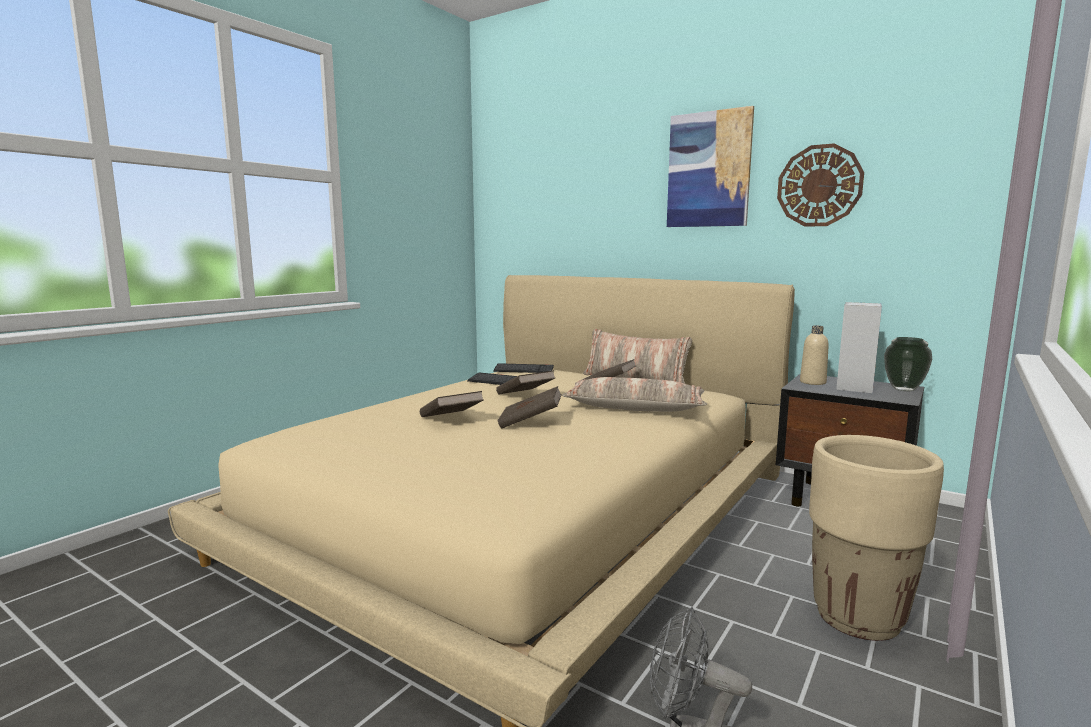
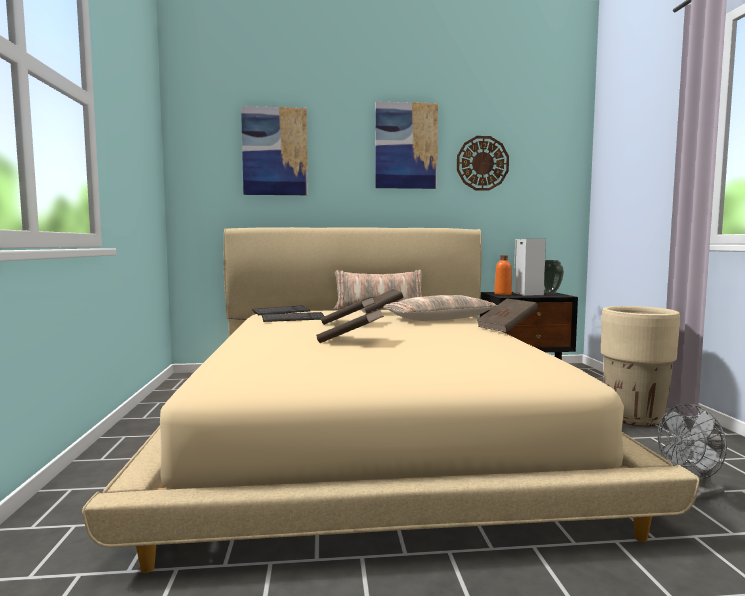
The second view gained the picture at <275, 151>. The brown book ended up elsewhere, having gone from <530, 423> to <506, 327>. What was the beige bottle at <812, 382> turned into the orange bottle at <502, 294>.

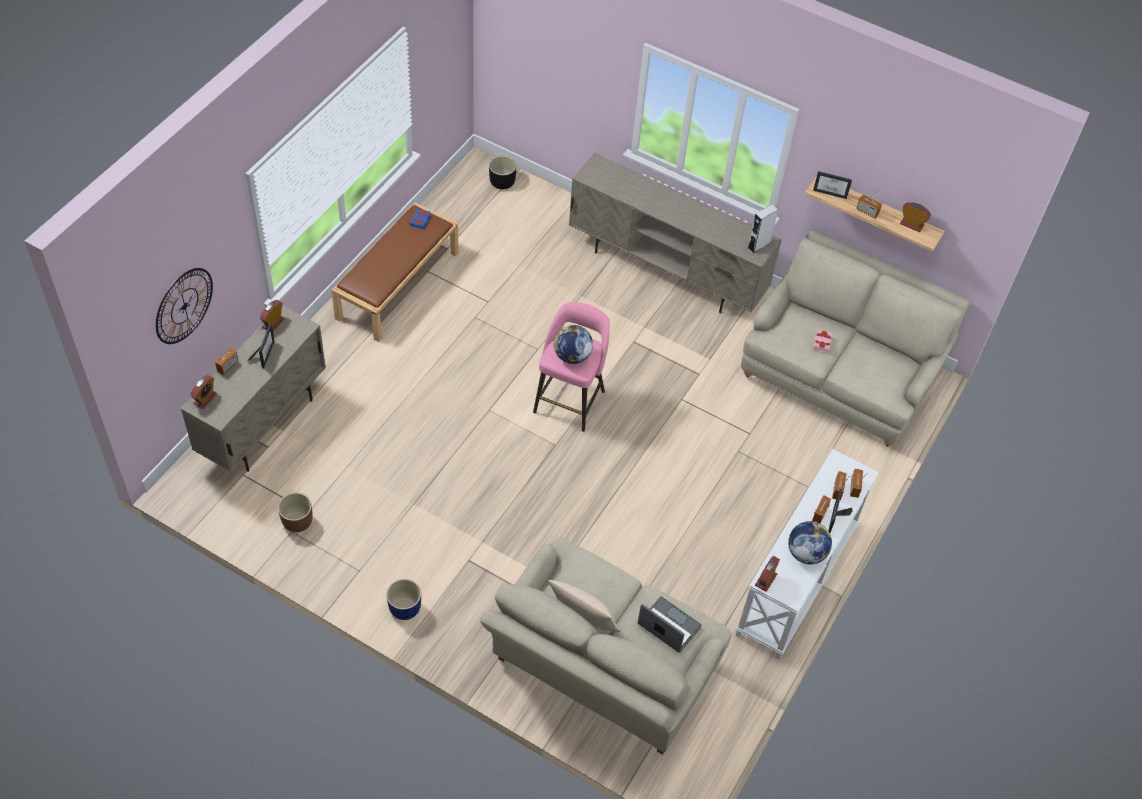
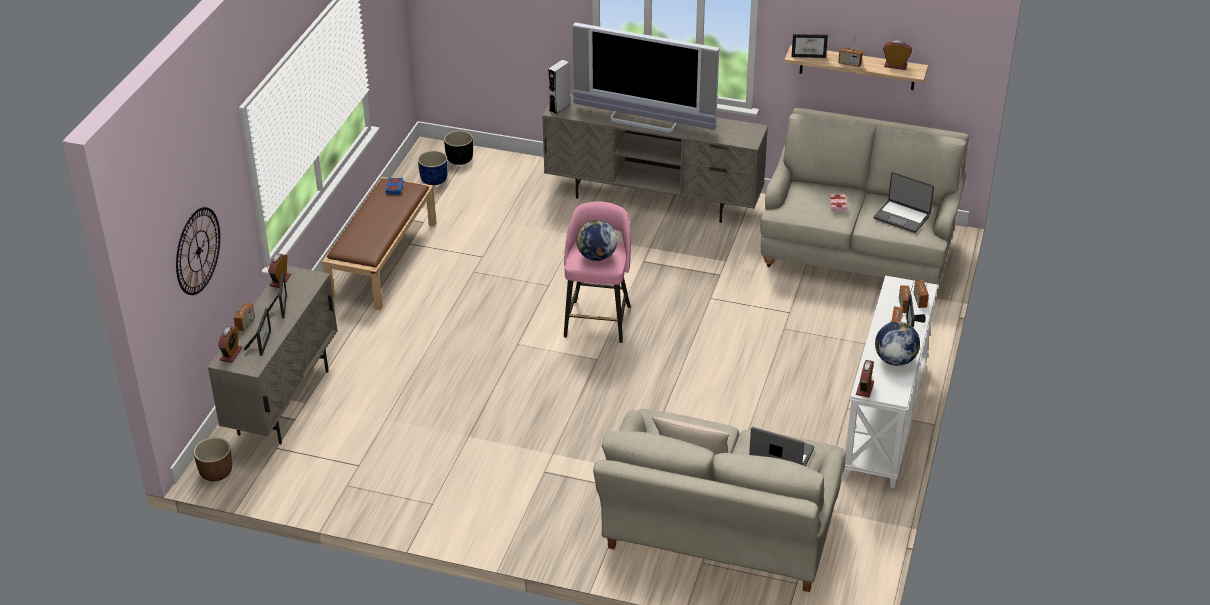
The second view gained the picture frame at <261, 342>. The second view gained the television at <645, 120>. The second view gained the laptop at <902, 217>. The brown planter ended up elsewhere, having gone from <297, 521> to <215, 472>. The blue planter ended up elsewhere, having gone from <404, 608> to <433, 180>. The grey speaker ended up elsewhere, having gone from <759, 245> to <559, 107>.

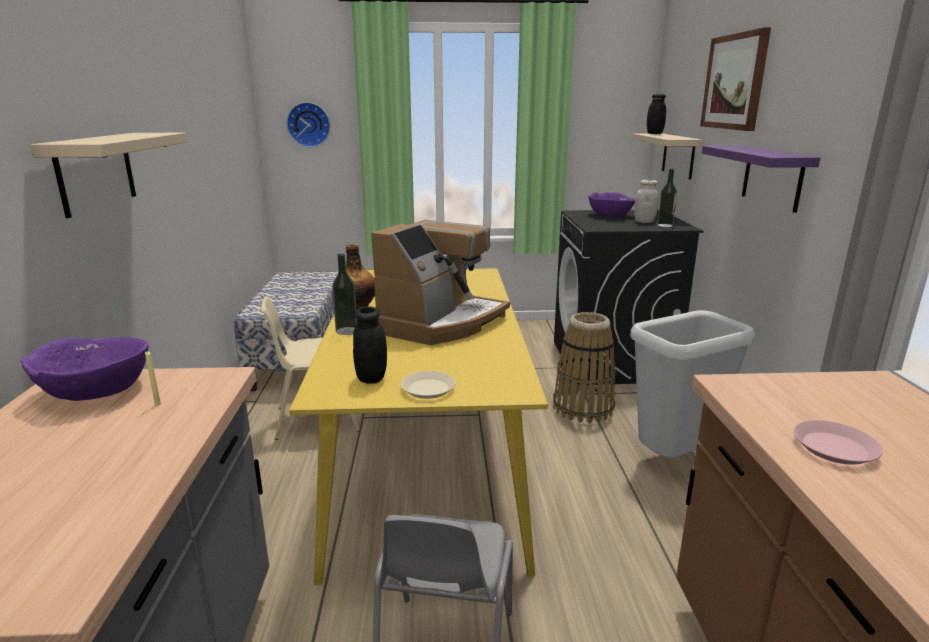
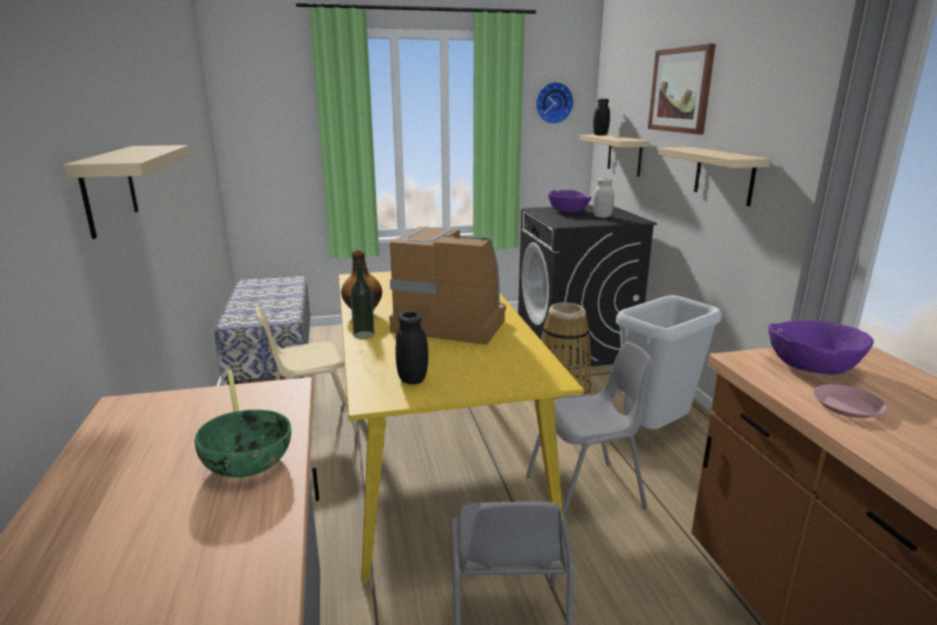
The second view lost the beige plate at <428, 389>. The second view lost the bottle at <665, 225>. The second view gained the green bowl at <249, 463>. The second view gained the grey chair at <586, 492>. The purple bowl ended up elsewhere, having gone from <96, 390> to <811, 366>. The wall clock ended up elsewhere, having gone from <309, 124> to <553, 103>. What was the purple shelf at <772, 177> turned into the beige shelf at <724, 175>. The coffee machine at <440, 323> ended up facing another way, 90 degrees counterclockwise from before.

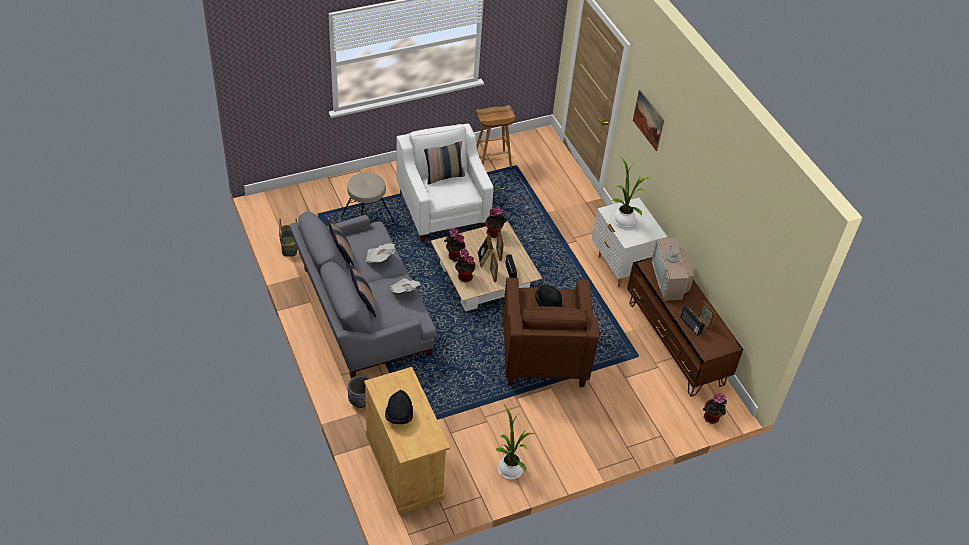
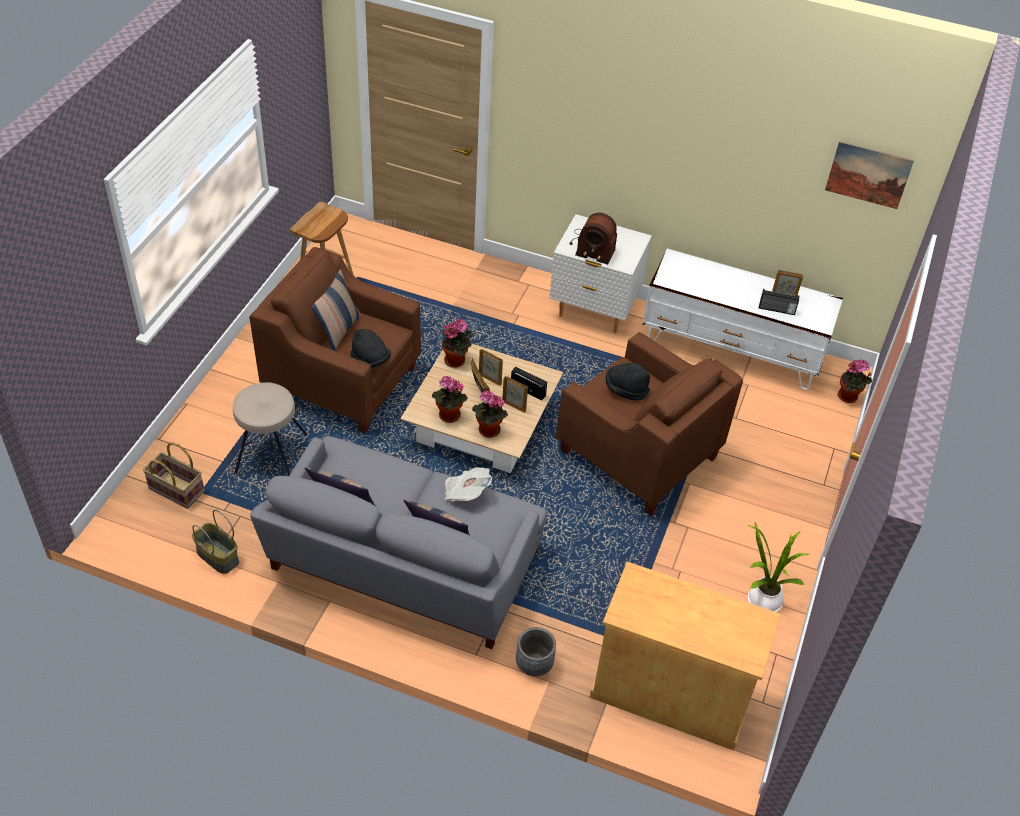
The second view lost the newspaper at <379, 258>. The second view lost the television at <670, 280>. The second view gained the basket at <175, 490>. The black hat ended up elsewhere, having gone from <399, 415> to <370, 360>. The picture ended up elsewhere, having gone from <648, 120> to <868, 175>. Where the potted plant stood at <623, 219>, the radio came to stand at <592, 246>. What was the white armchair at <442, 210> turned into the brown armchair at <342, 381>. What was the brown tv stand at <675, 343> turned into the white tv stand at <732, 350>.

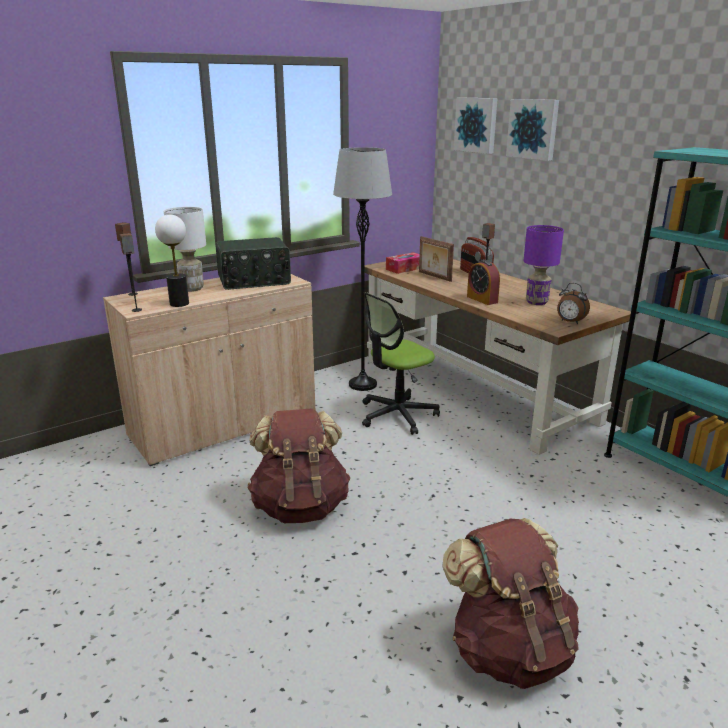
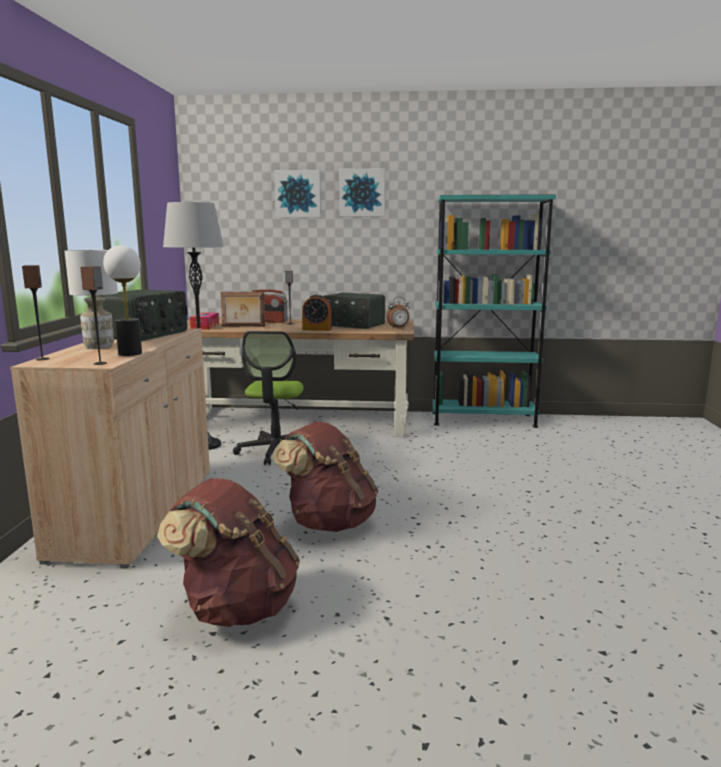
The brown backpack ended up elsewhere, having gone from <509, 650> to <236, 607>. The picture ended up elsewhere, having gone from <476, 125> to <362, 192>. Where the purple table lamp stood at <537, 302>, the radio came to stand at <353, 325>.

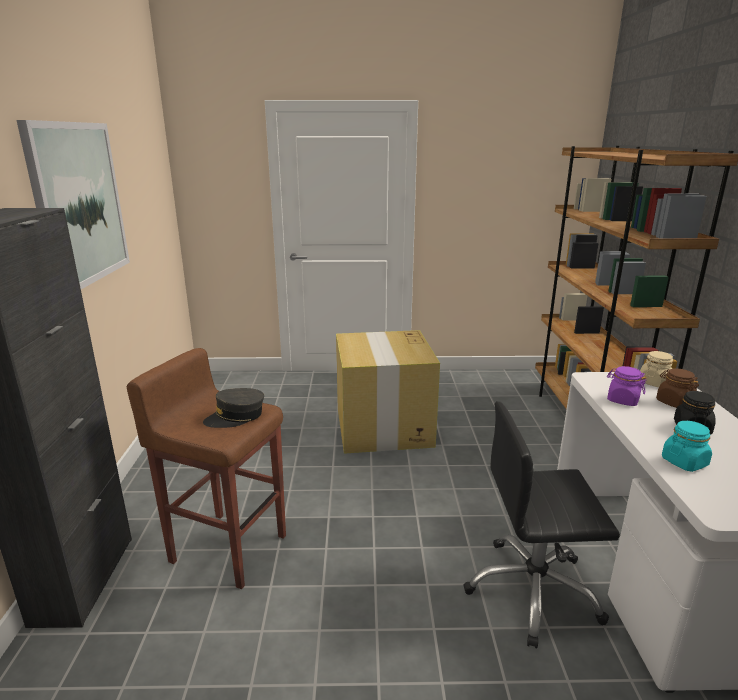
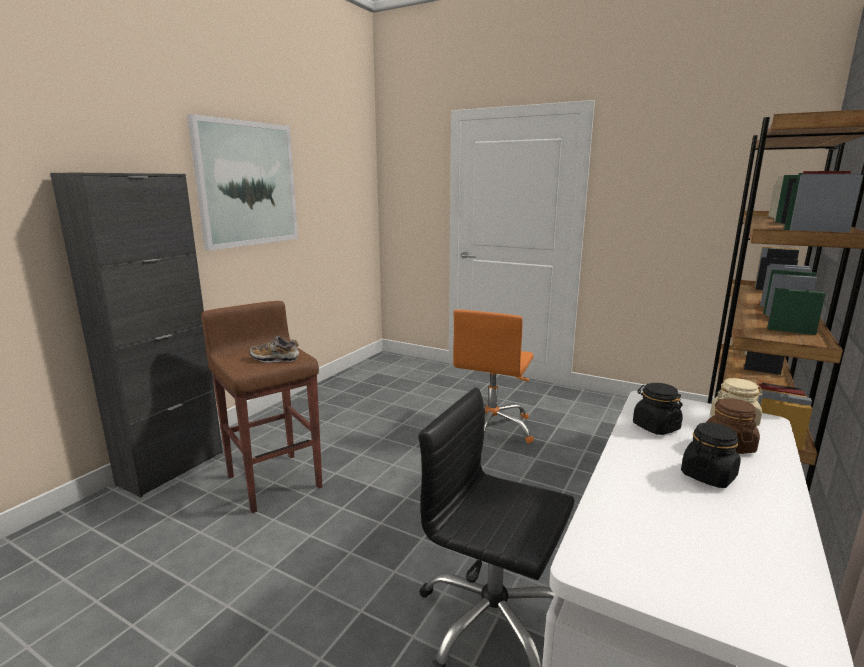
The second view lost the turquoise jar at <684, 462>. Where the grey cap stood at <236, 417>, the shoe came to stand at <274, 359>. Where the cardboard box stood at <383, 428>, the orange office chair came to stand at <491, 428>. What was the purple jar at <622, 400> turned into the black jar at <655, 427>.

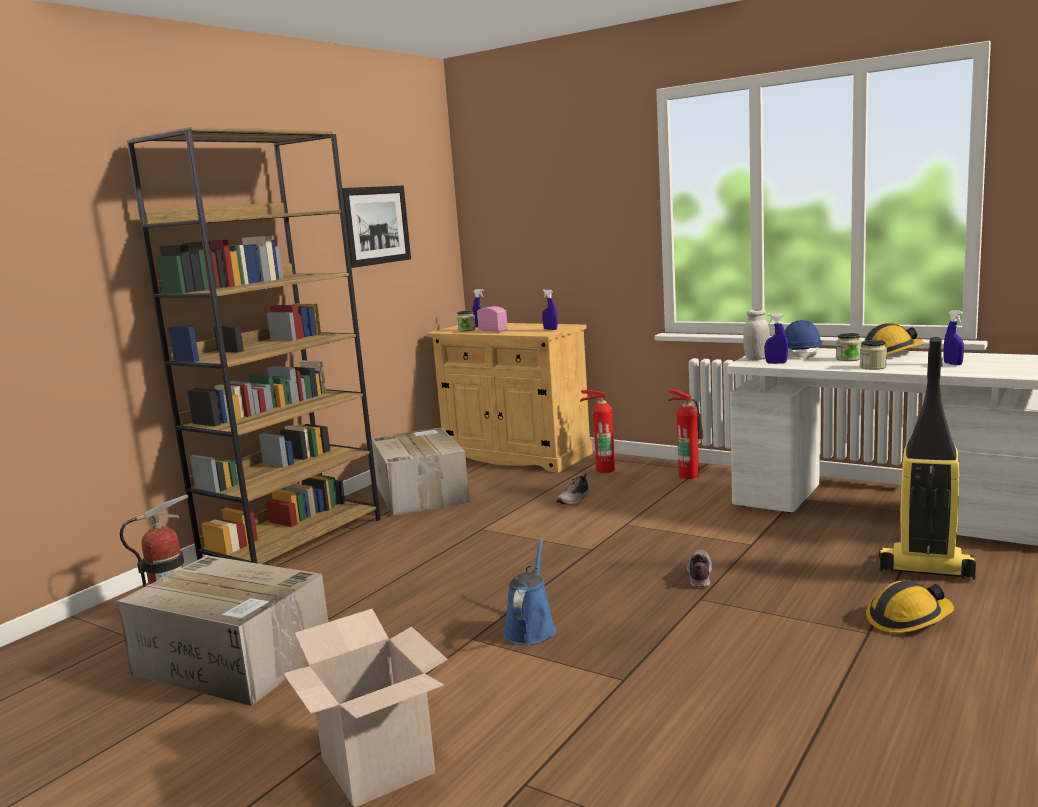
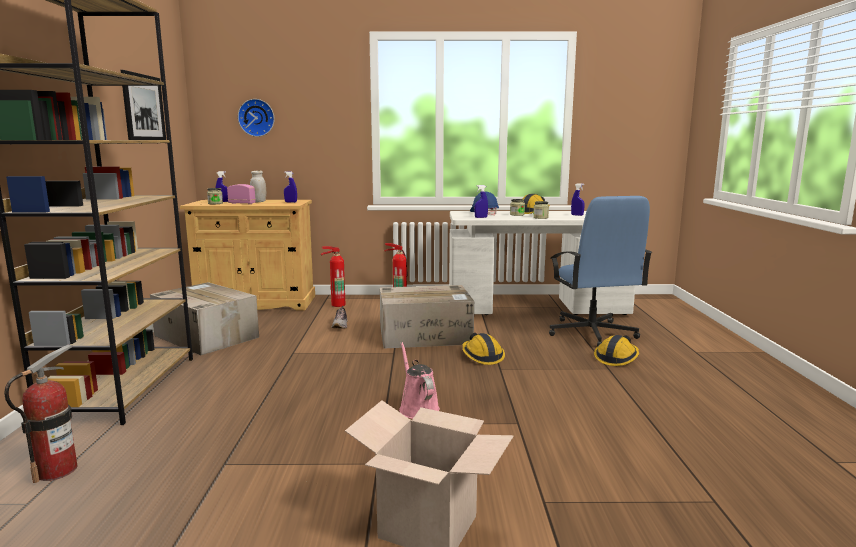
The second view gained the wall clock at <257, 118>. The cardboard box ended up elsewhere, having gone from <235, 660> to <426, 335>. The white jar ended up elsewhere, having gone from <756, 359> to <259, 202>. Where the shoe stood at <699, 575>, the hard hat came to stand at <482, 356>. Where the vacuum cleaner stood at <924, 569>, the blue office chair came to stand at <591, 333>. What was the blue watering can at <530, 629> turned into the pink watering can at <417, 408>.

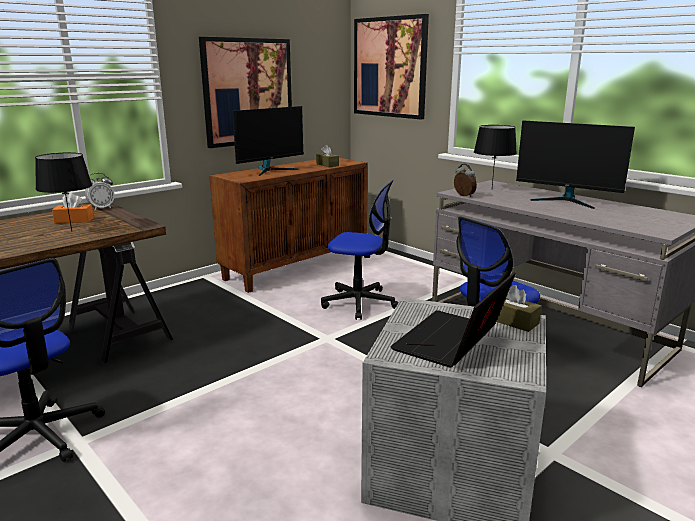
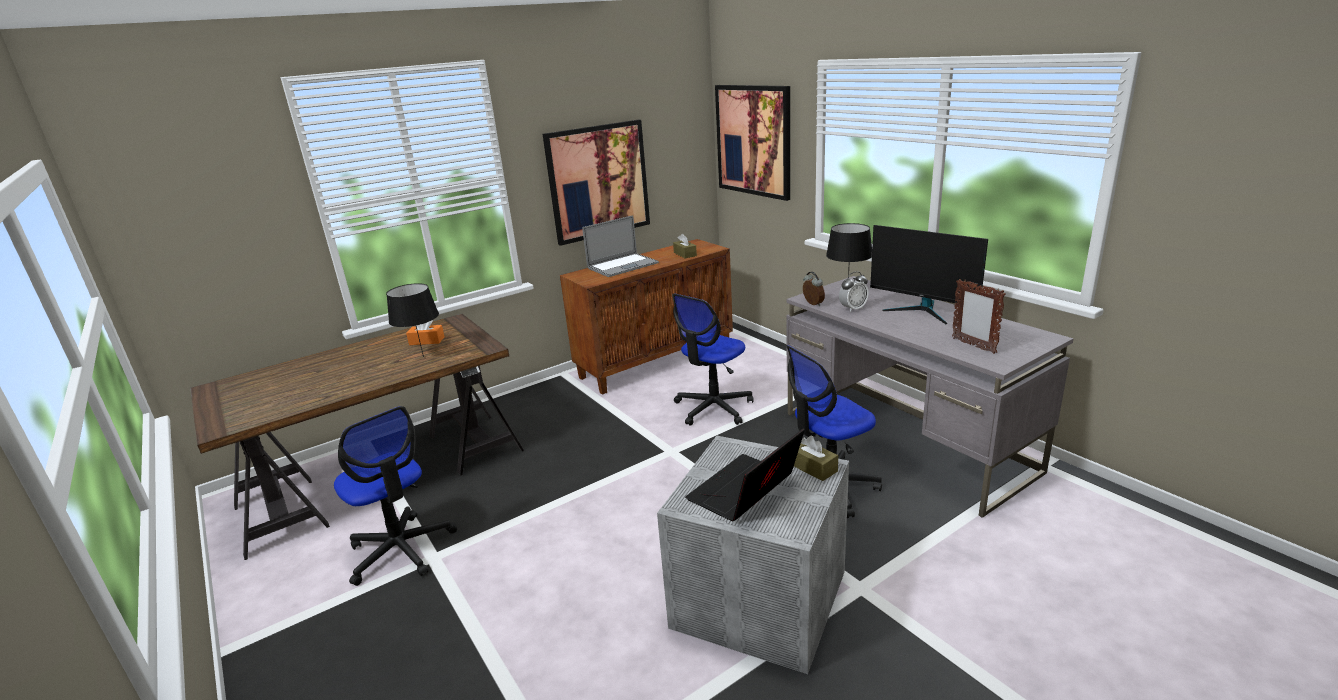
The second view gained the picture frame at <973, 346>. The alarm clock ended up elsewhere, having gone from <101, 208> to <853, 309>. Where the monitor stood at <270, 170>, the laptop came to stand at <623, 265>. The office chair at <359, 303> ended up facing another way, 105 degrees clockwise from before.

